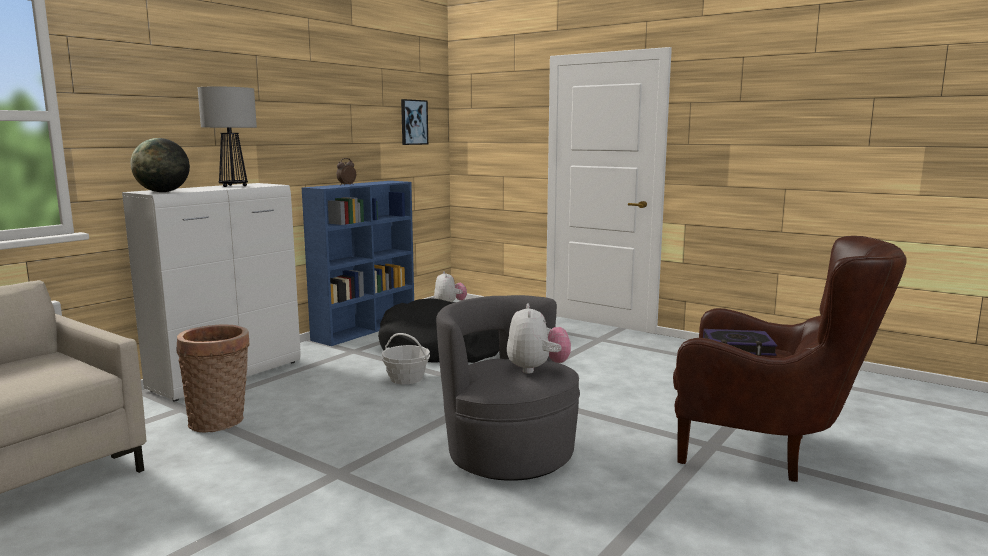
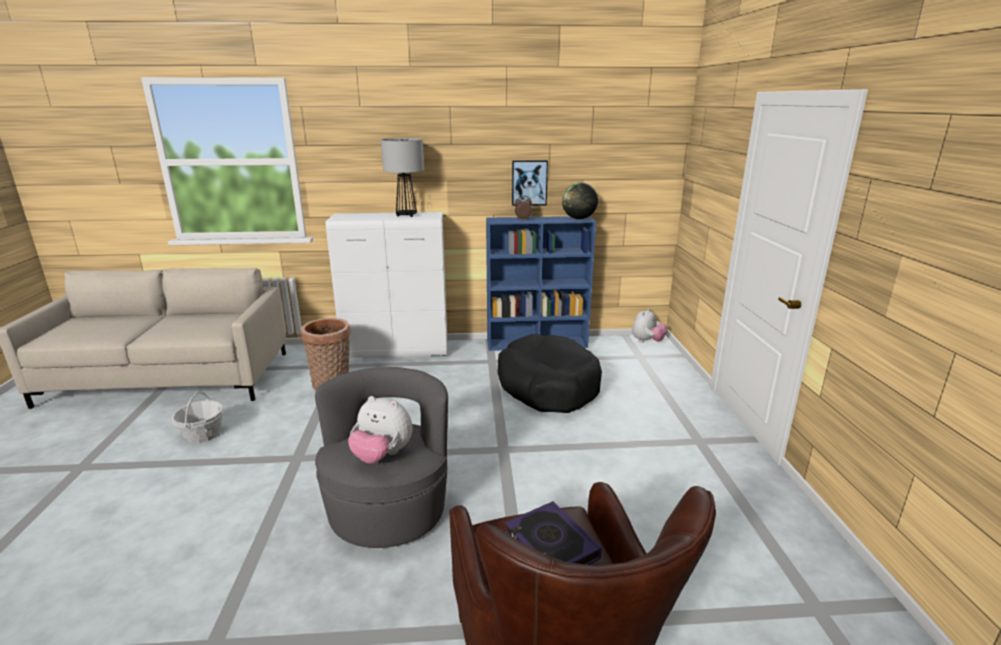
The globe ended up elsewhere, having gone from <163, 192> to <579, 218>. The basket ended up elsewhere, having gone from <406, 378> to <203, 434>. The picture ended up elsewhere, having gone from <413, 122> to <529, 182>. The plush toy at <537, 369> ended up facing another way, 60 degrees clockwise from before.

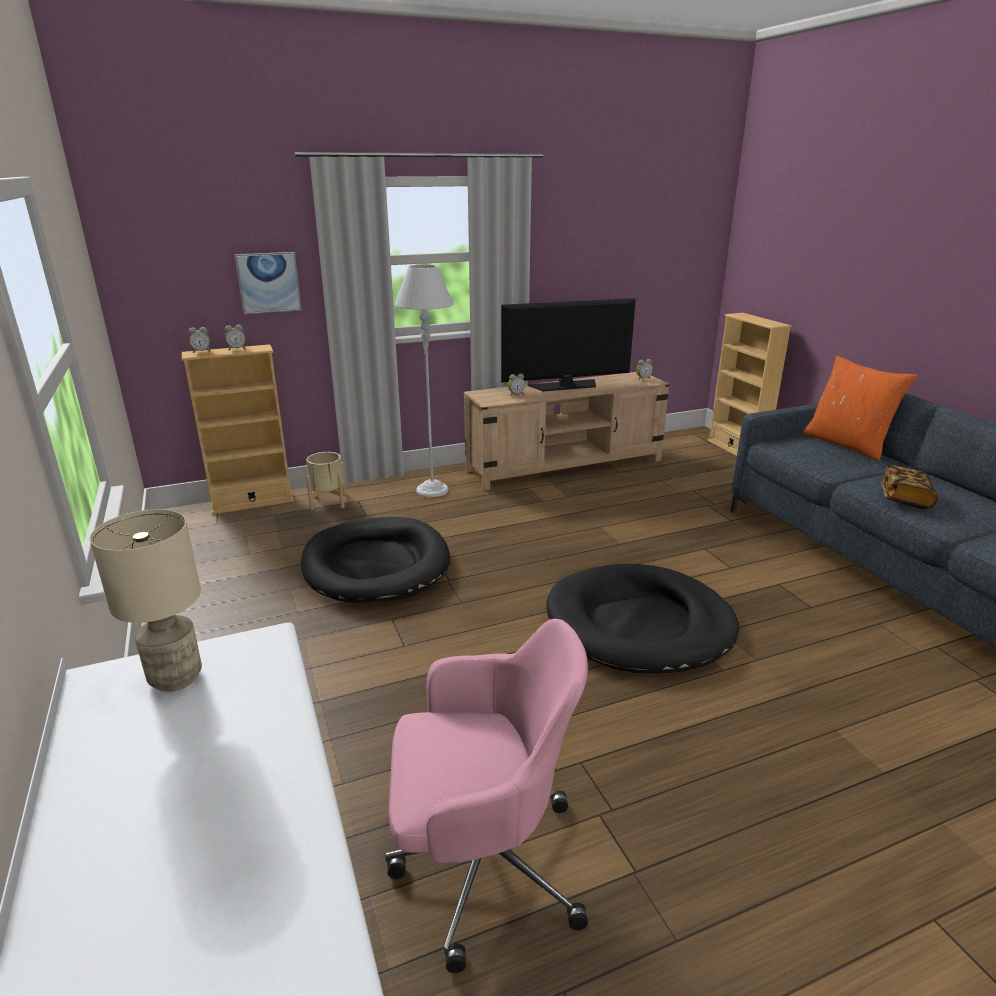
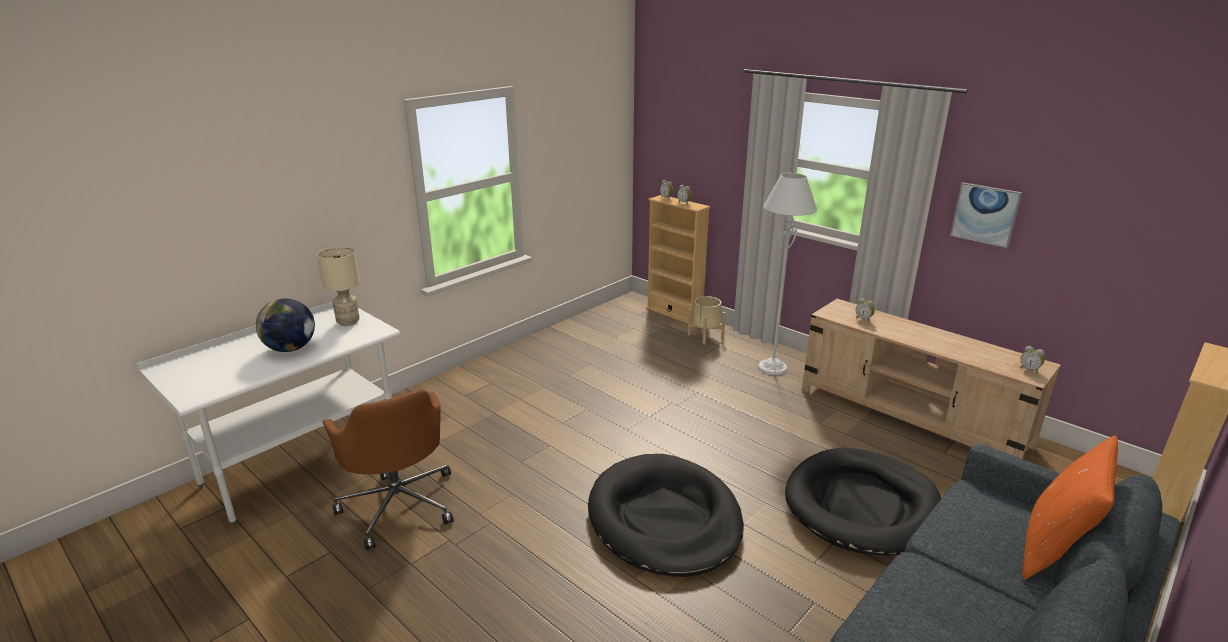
The second view lost the television at <565, 386>. The second view lost the book at <905, 498>. The second view gained the globe at <291, 348>. The picture ended up elsewhere, having gone from <268, 282> to <985, 214>. The black dog bed ended up elsewhere, having gone from <376, 565> to <861, 505>. What was the pink office chair at <482, 863> turned into the brown office chair at <399, 504>.

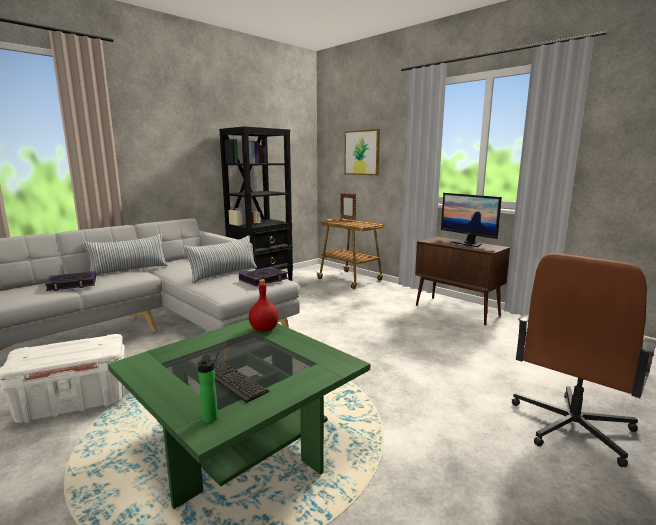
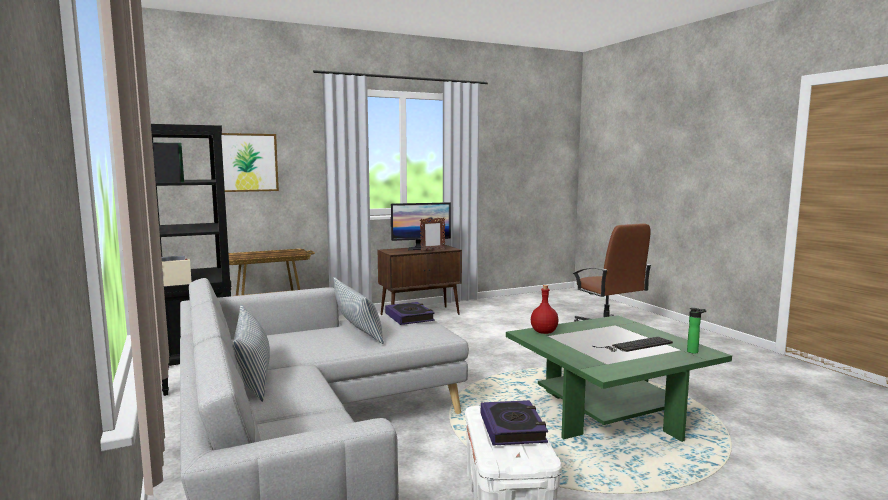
The book ended up elsewhere, having gone from <72, 284> to <512, 428>. The picture frame ended up elsewhere, having gone from <348, 219> to <432, 250>.

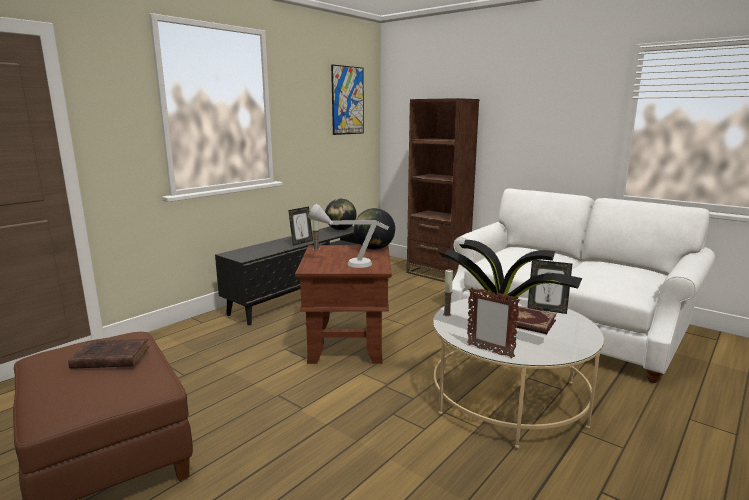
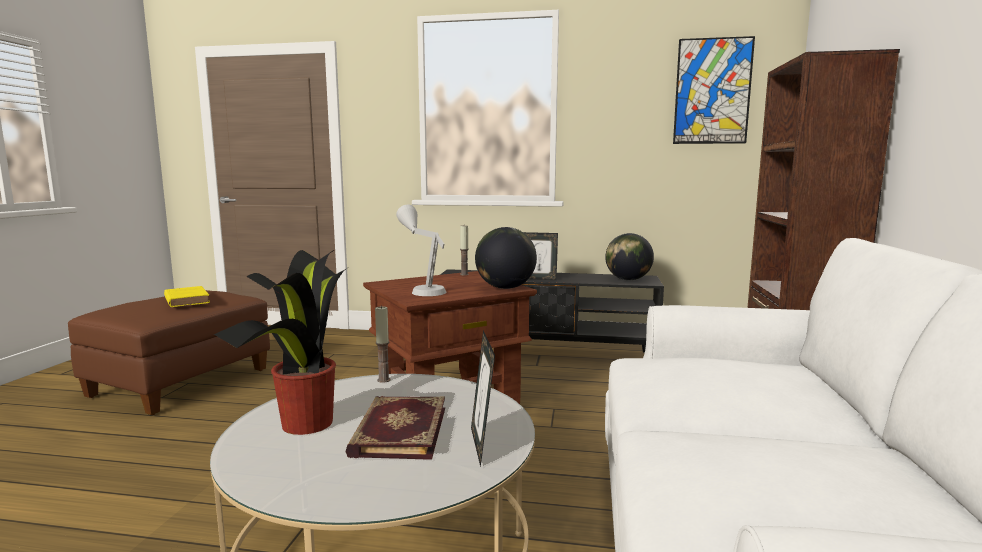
The second view lost the picture frame at <489, 351>. What was the brown book at <109, 358> turned into the yellow book at <186, 300>.

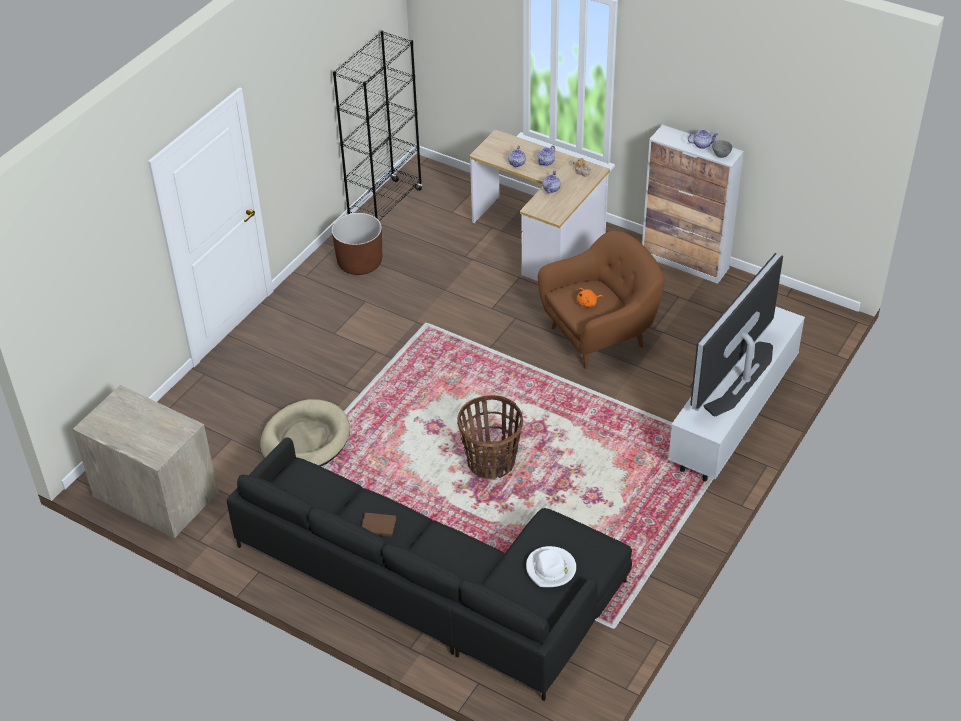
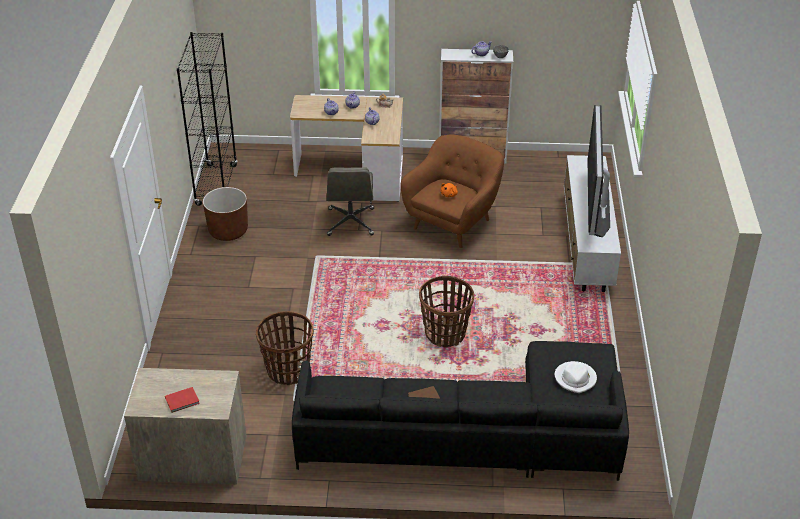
The second view gained the red book at <183, 401>. The second view gained the grey office chair at <351, 222>. Where the beige dog bed stood at <305, 440>, the basket came to stand at <287, 371>.

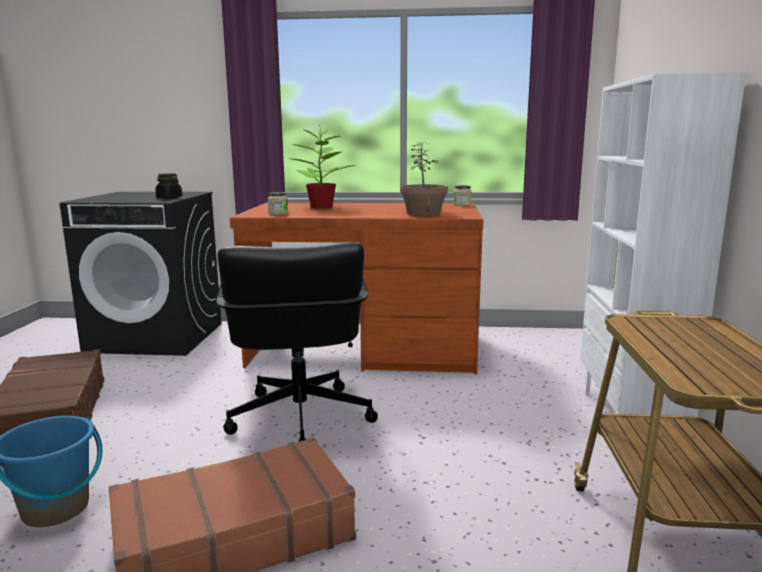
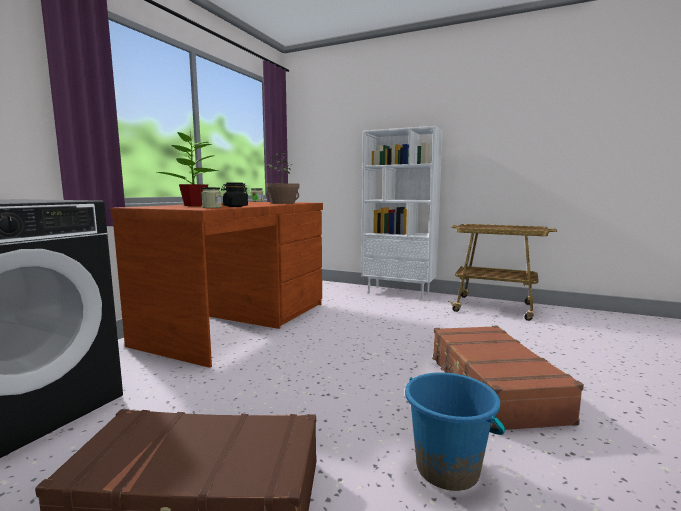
The second view lost the black office chair at <299, 419>. The black jar ended up elsewhere, having gone from <169, 198> to <235, 206>.

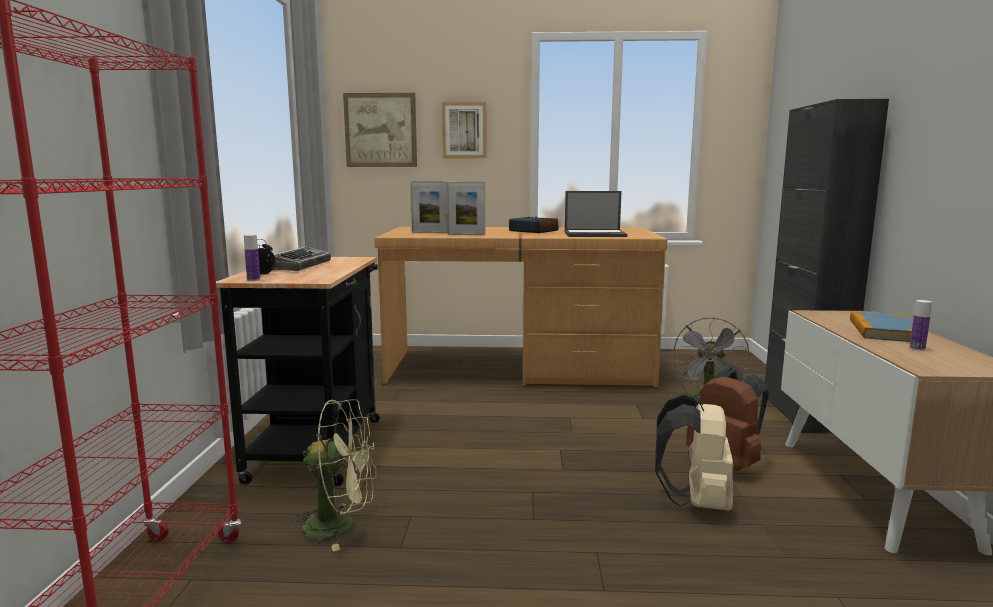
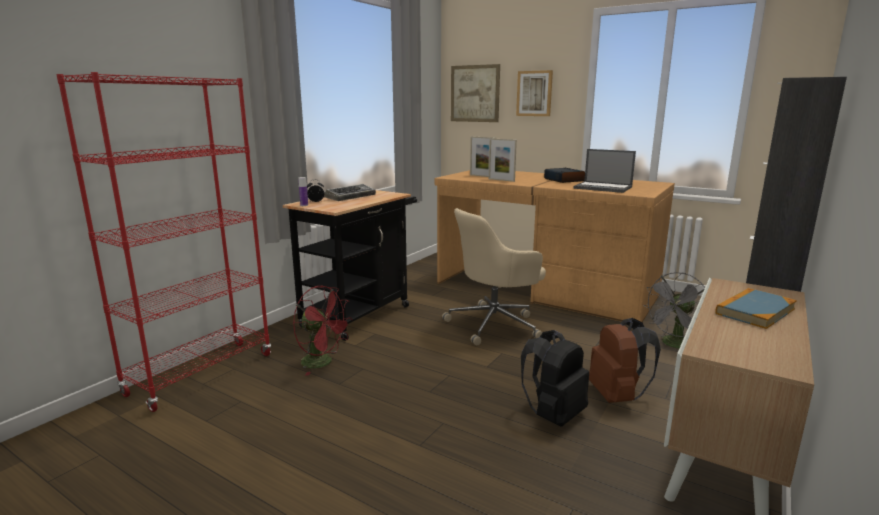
The second view lost the bottle at <917, 348>. The second view gained the beige office chair at <495, 324>. What was the green fan at <340, 525> turned into the red fan at <323, 363>. What was the beige backpack at <696, 502> turned into the black backpack at <553, 415>.

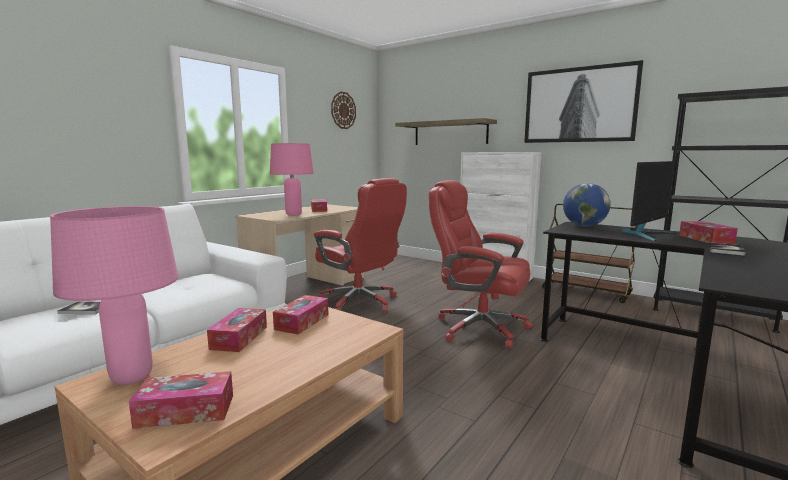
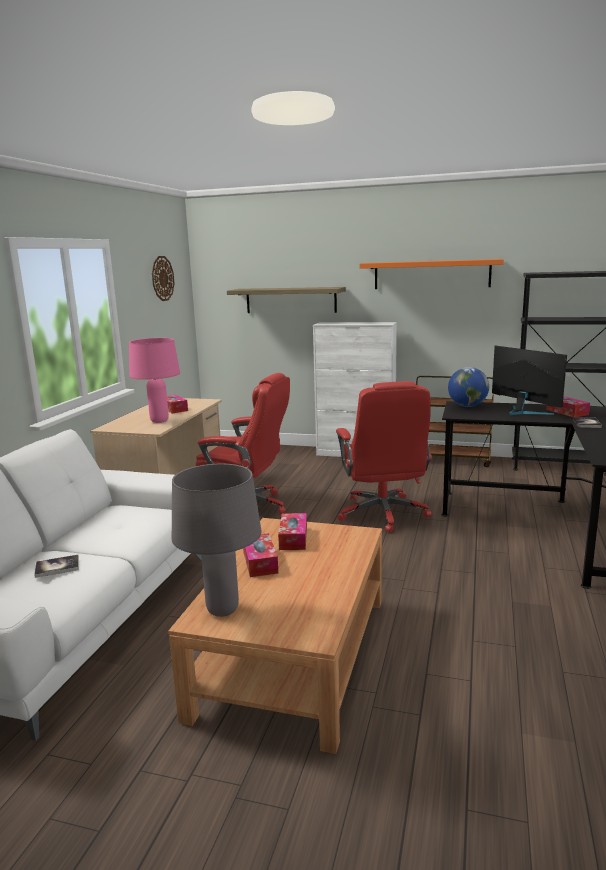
The second view lost the tissue box at <185, 411>. Where the picture hung at <579, 105>, the orange shelf came to hang at <431, 274>. What was the pink table lamp at <131, 378> turned into the grey table lamp at <222, 610>. The red office chair at <478, 328> ended up facing another way, 105 degrees counterclockwise from before. The monitor at <646, 234> ended up facing another way, 60 degrees counterclockwise from before.

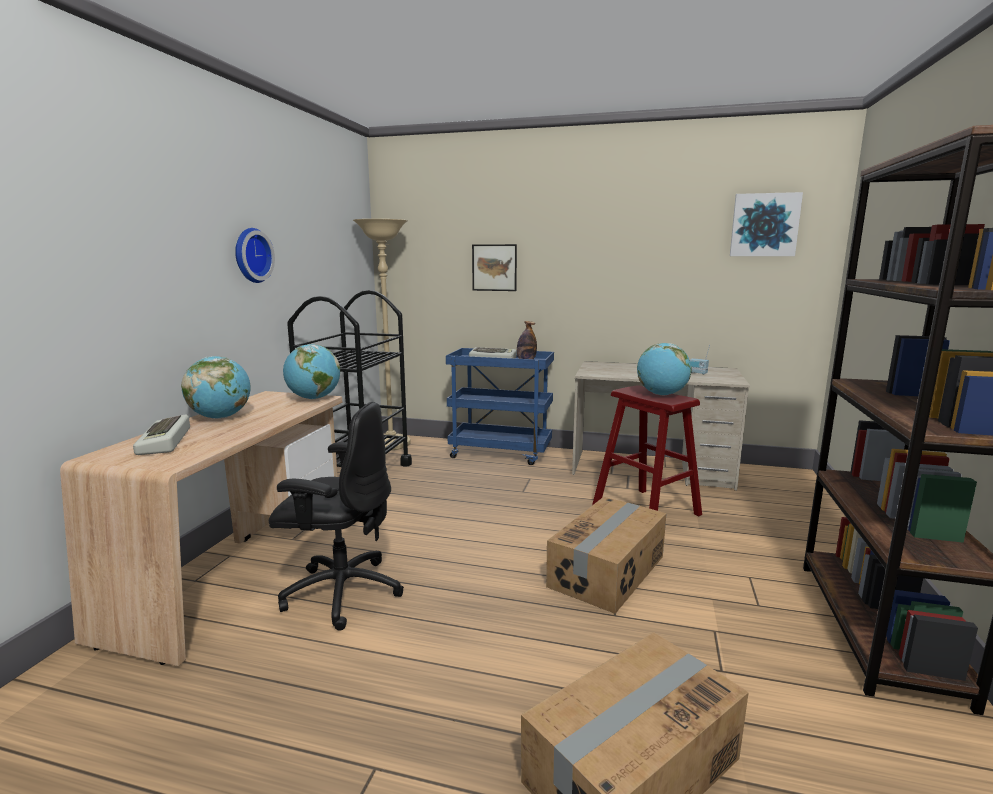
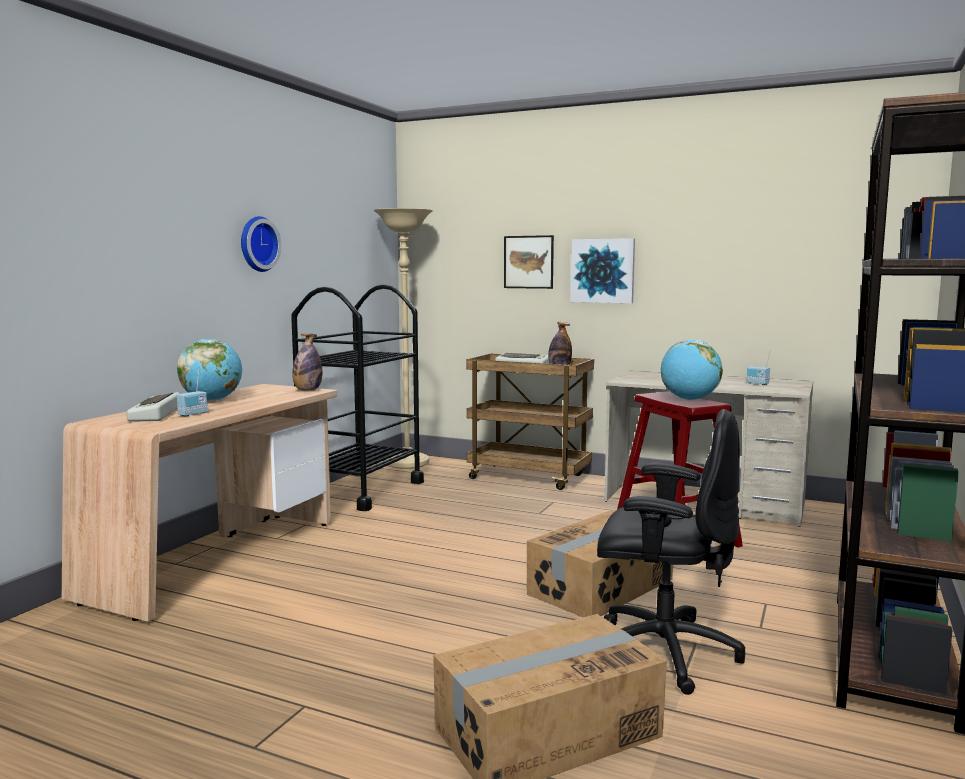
The second view gained the radio at <193, 414>. The black office chair ended up elsewhere, having gone from <341, 592> to <661, 651>. The picture ended up elsewhere, having gone from <764, 225> to <603, 270>. Where the globe stood at <314, 398>, the bottle came to stand at <307, 390>. What was the blue cart at <501, 453> turned into the brown cart at <530, 477>.

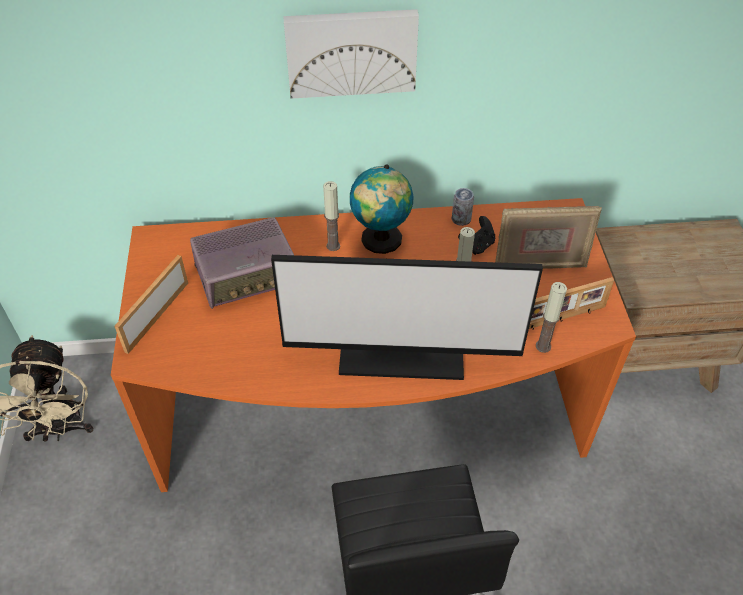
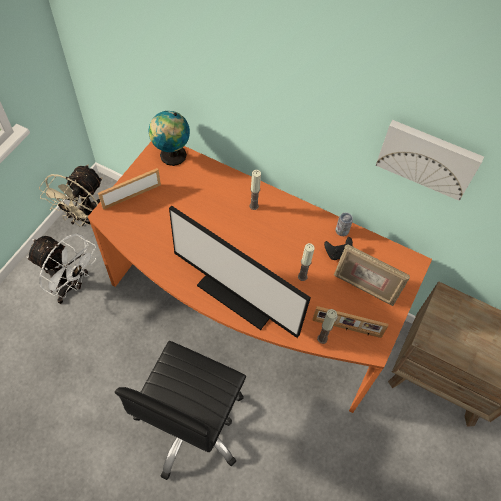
The second view lost the radio at <247, 276>. The second view gained the white fan at <71, 285>. The picture ended up elsewhere, having gone from <351, 51> to <428, 158>. The globe ended up elsewhere, having gone from <381, 241> to <171, 156>.

